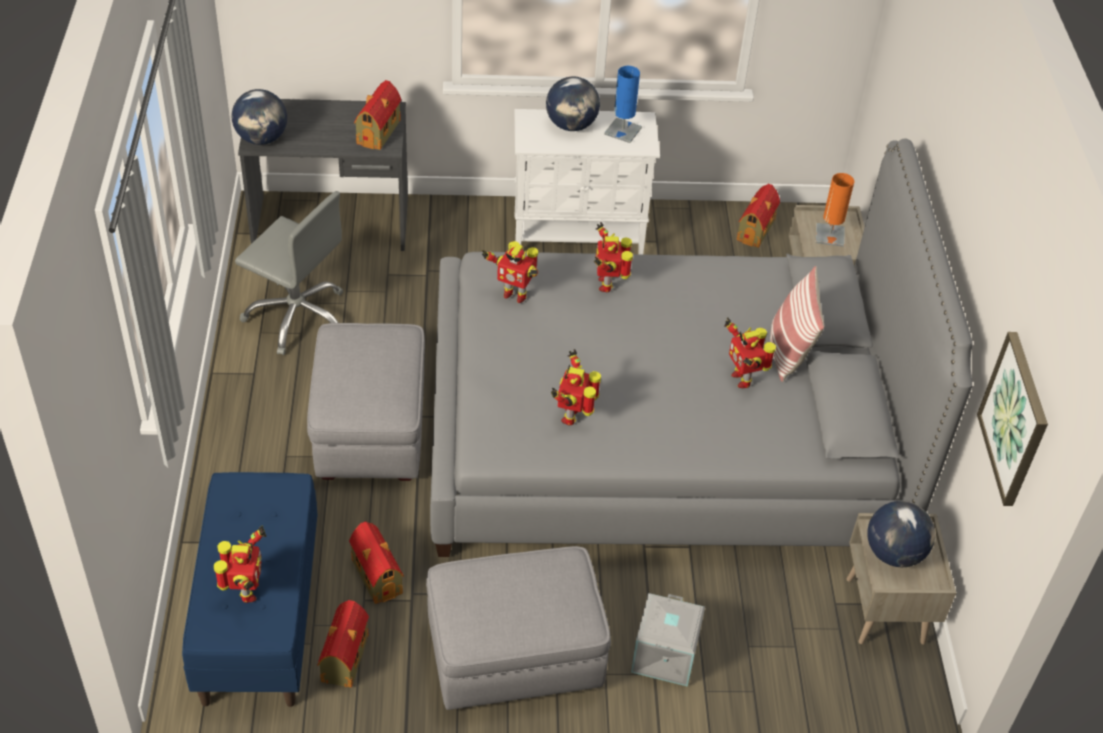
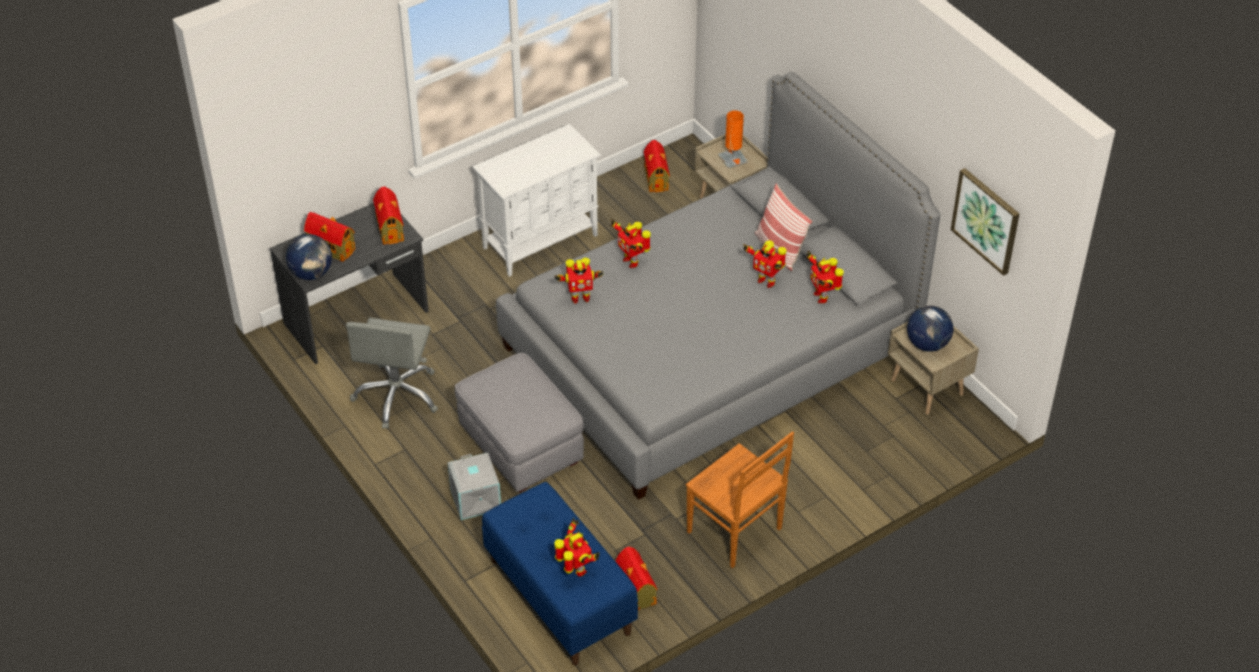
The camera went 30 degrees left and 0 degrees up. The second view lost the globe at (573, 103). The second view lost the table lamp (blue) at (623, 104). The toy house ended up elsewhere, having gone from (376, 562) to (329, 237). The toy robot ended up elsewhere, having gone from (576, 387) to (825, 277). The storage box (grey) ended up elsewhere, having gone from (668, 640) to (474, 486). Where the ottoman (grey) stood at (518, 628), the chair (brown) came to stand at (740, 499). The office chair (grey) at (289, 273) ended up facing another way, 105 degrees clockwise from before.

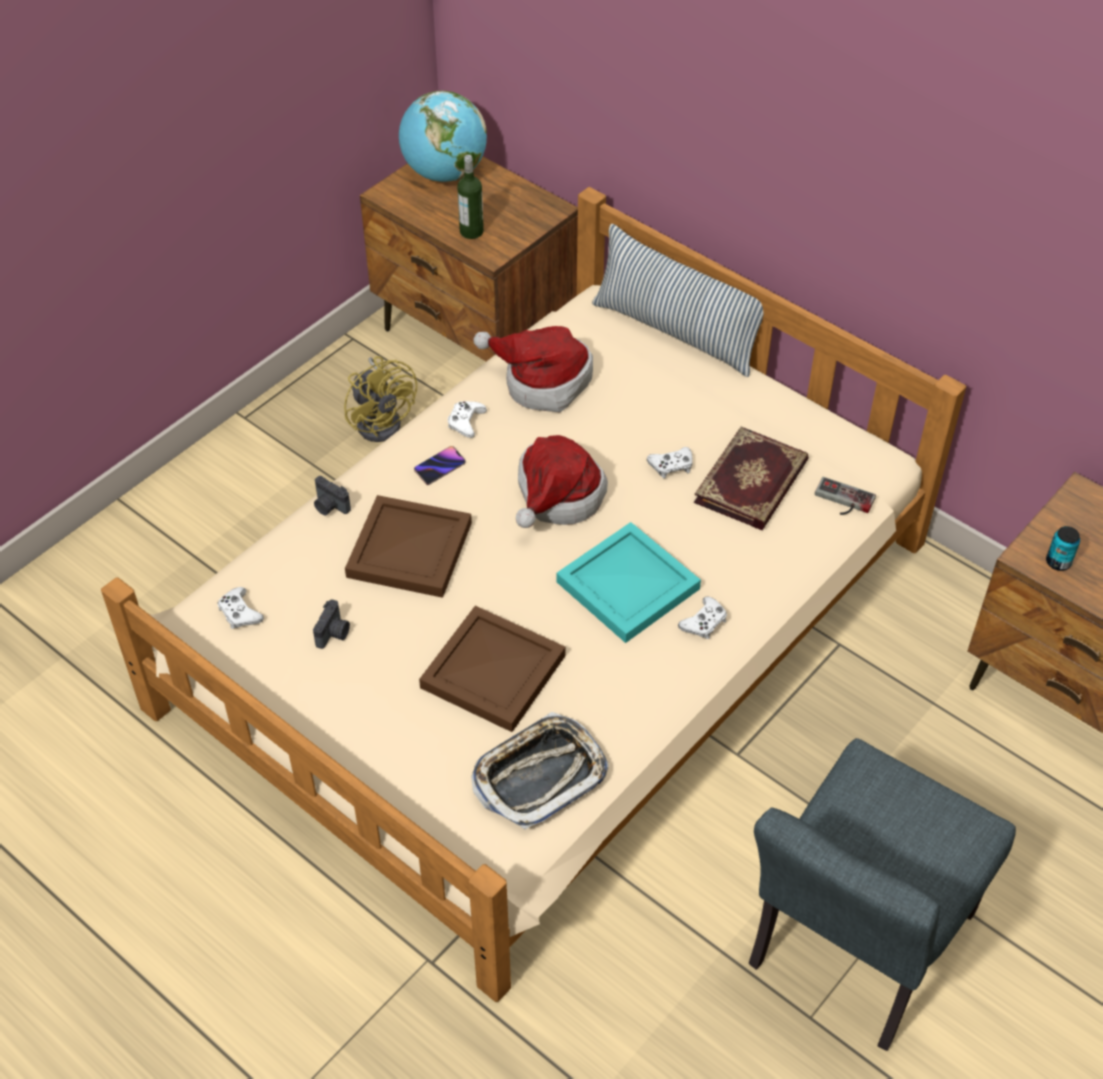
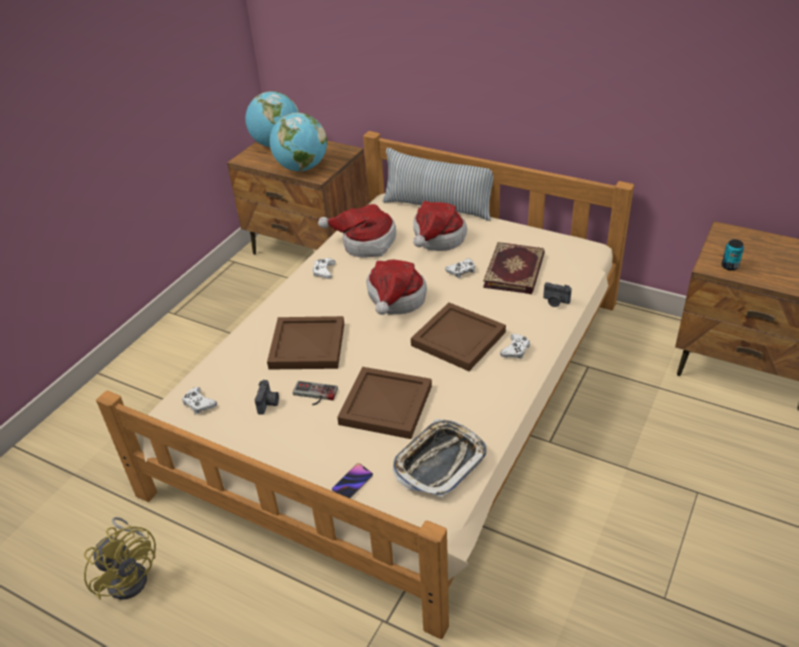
The camera went 10 degrees left and 10 degrees down. The second view lost the chair (grey) at (882, 894). The second view gained the hat at (440, 226). The photo camera ended up elsewhere, having gone from (332, 496) to (557, 294). The fan (yellow) ended up elsewhere, having gone from (380, 399) to (120, 558). The phone ended up elsewhere, having gone from (440, 465) to (352, 481). The game controller ended up elsewhere, having gone from (845, 496) to (315, 393). Where the bottle stood at (470, 197), the globe came to stand at (298, 142). What was the tray (turquoise) at (628, 582) turned into the tray (brown) at (458, 336).

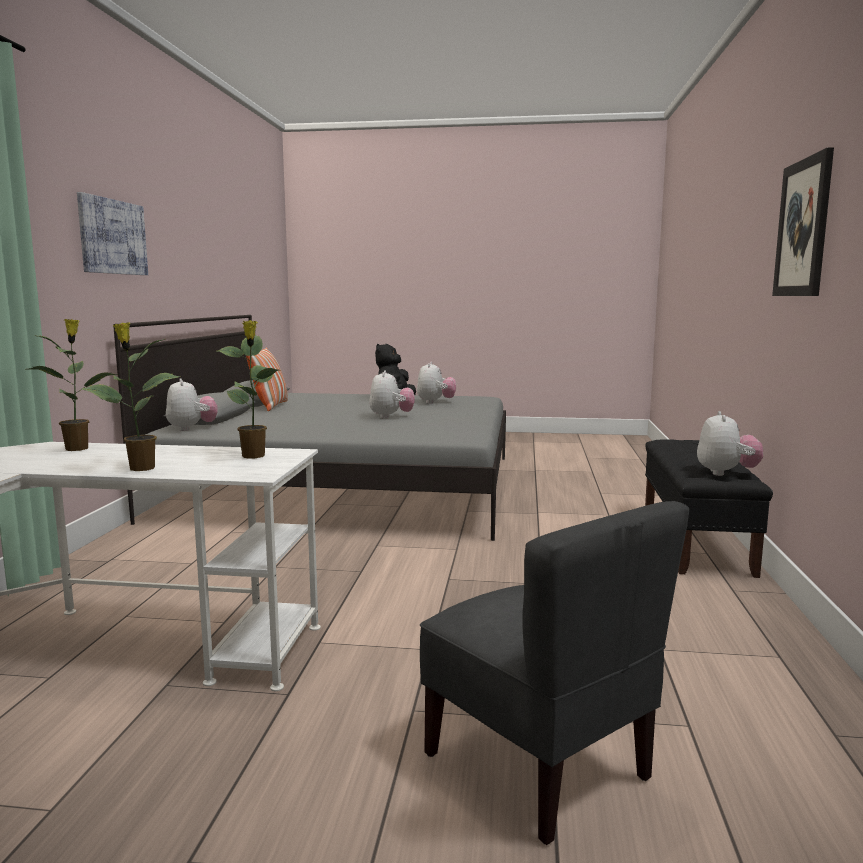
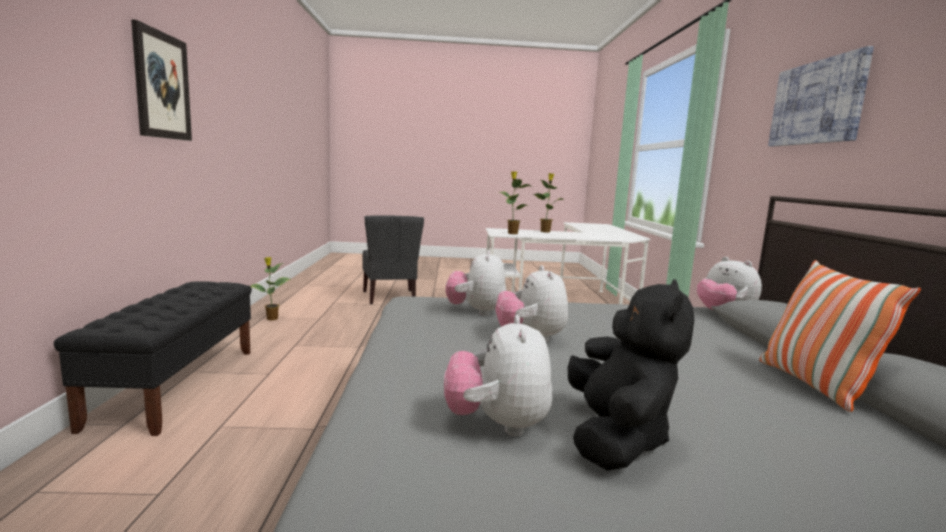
The camera went 170 degrees right and 0 degrees up. The potted plant ended up elsewhere, having gone from (72, 385) to (270, 288). The plush toy ended up elsewhere, having gone from (730, 443) to (476, 283). The chair (grey) at (554, 673) ended up facing another way, 150 degrees counterclockwise from before.

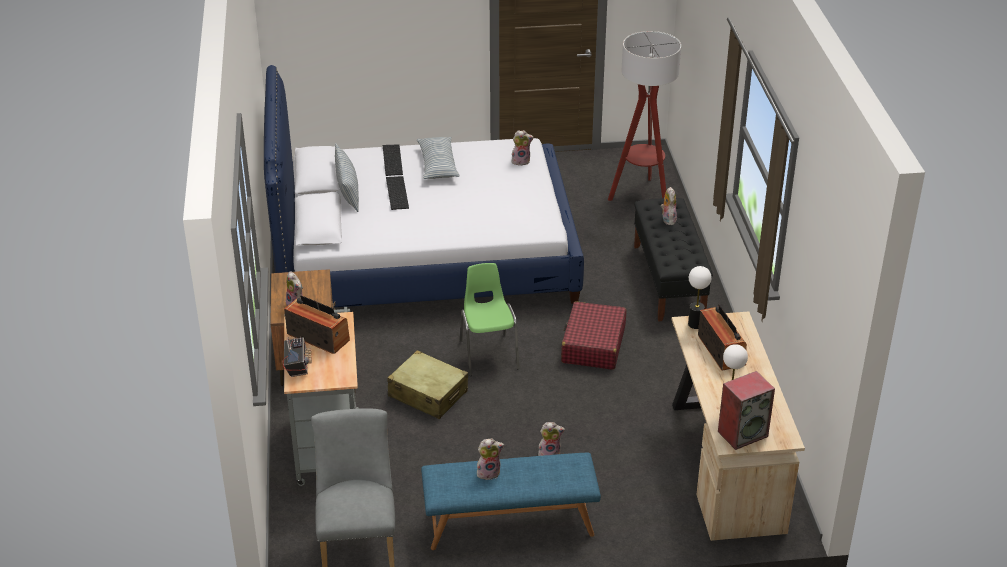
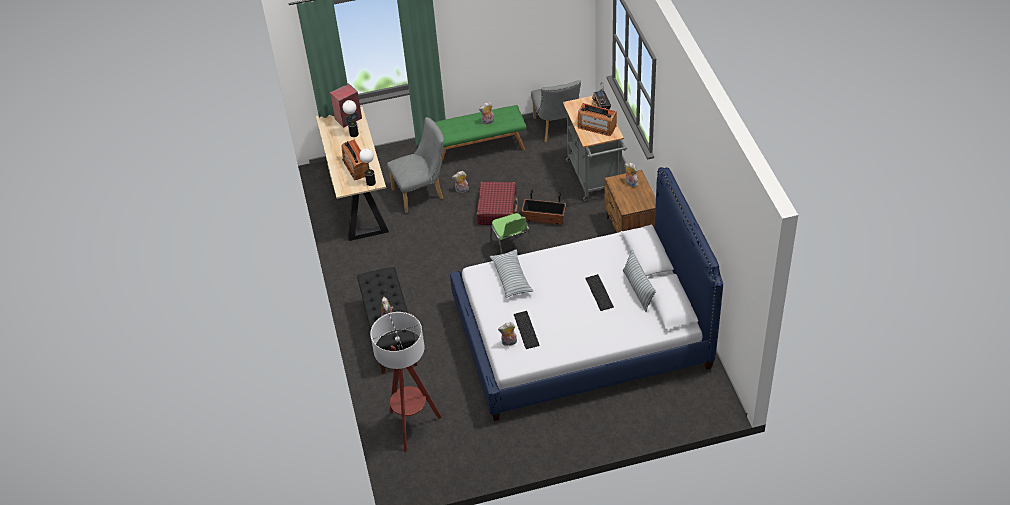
The camera went 175 degrees right and 10 degrees up. The second view gained the chair (grey) at (415, 165). The keyboard ended up elsewhere, having gone from (393, 160) to (527, 330). The pillow ended up elsewhere, having gone from (438, 158) to (511, 273). The suitcase (red) ended up elsewhere, having gone from (593, 335) to (497, 203). Where the suitcase (beige) stood at (427, 384), the planter came to stand at (543, 207). What was the bench (blue) at (511, 501) turned into the bench (green) at (481, 135).

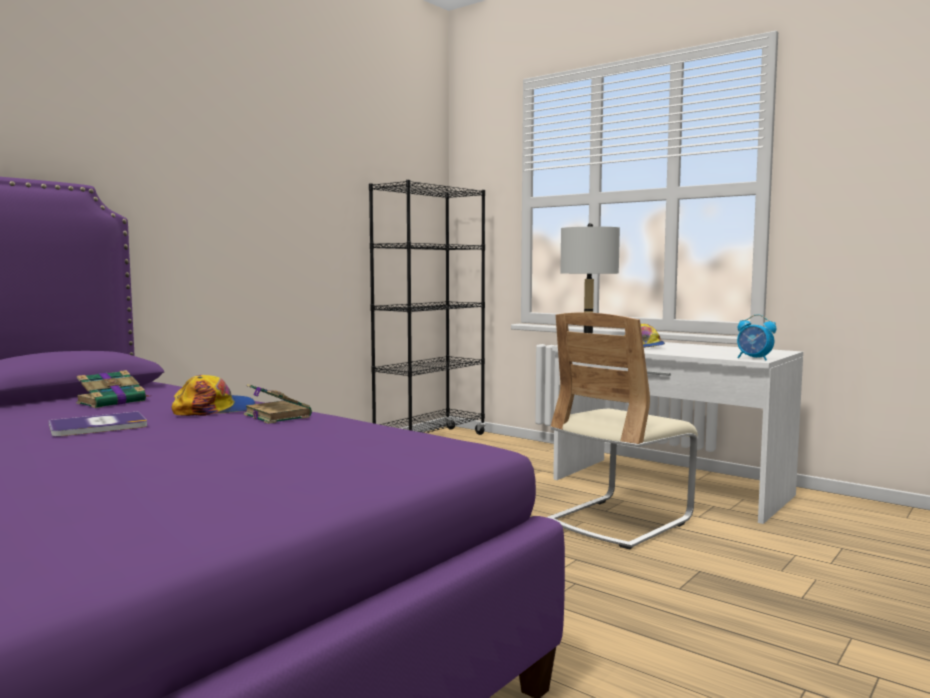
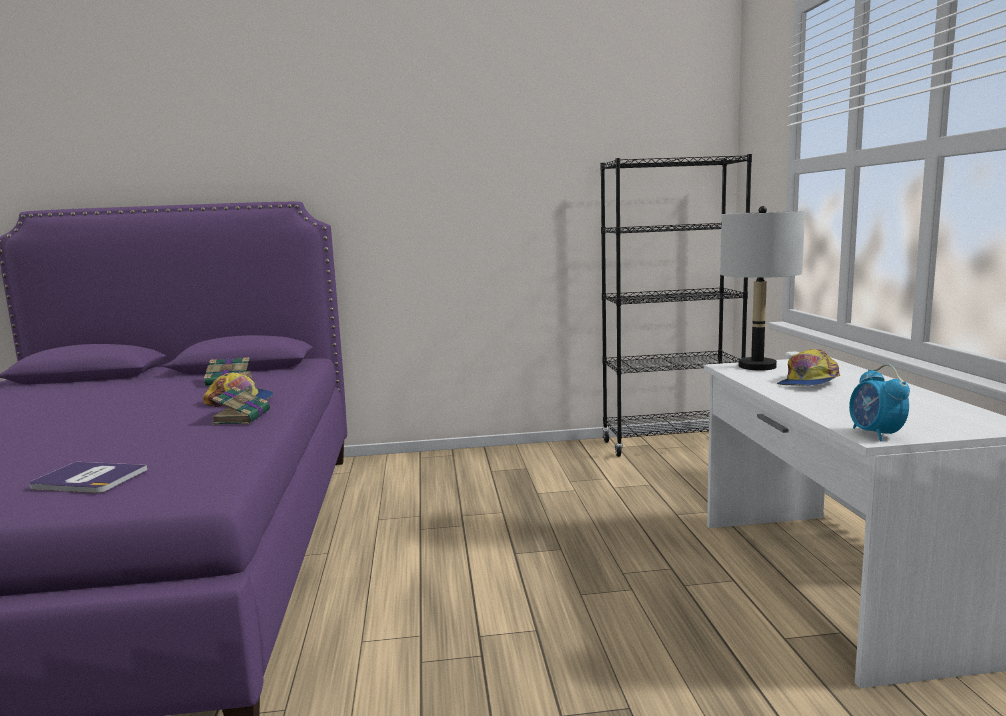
The camera went 45 degrees right and 5 degrees up. The second view lost the chair (beige) at (622, 430). The book ended up elsewhere, having gone from (98, 424) to (88, 477).

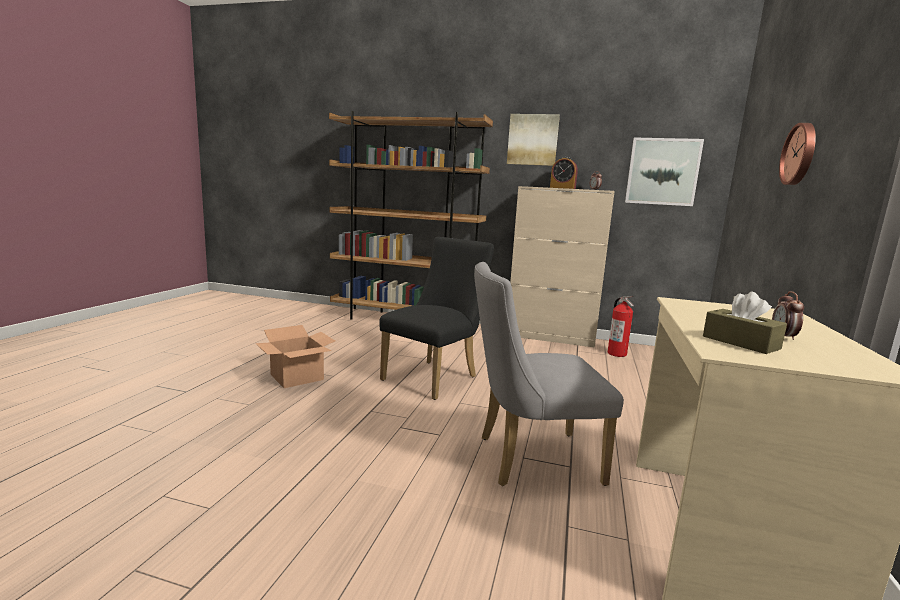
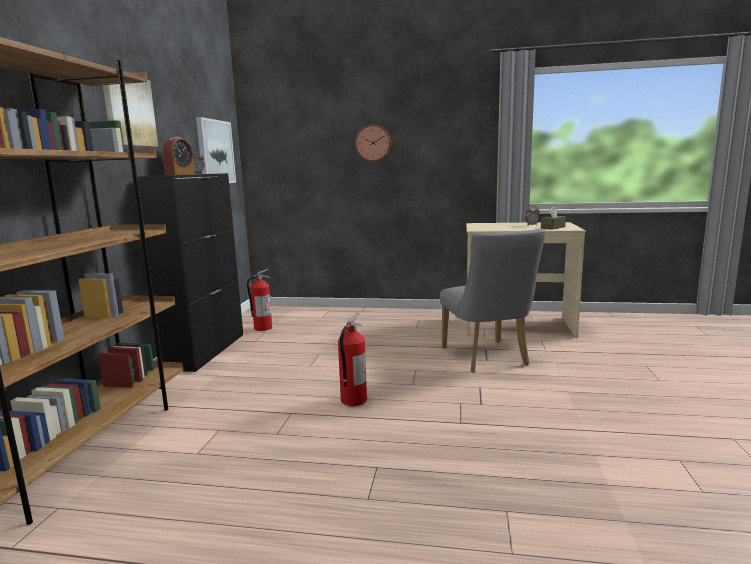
The camera went 95 degrees left and 0 degrees up. The second view lost the cardboard box at (295, 356). Where the chair (black) stood at (436, 318), the fire extinguisher came to stand at (352, 359). What was the cabinet (beige) at (562, 267) turned into the cabinet (black) at (190, 272).

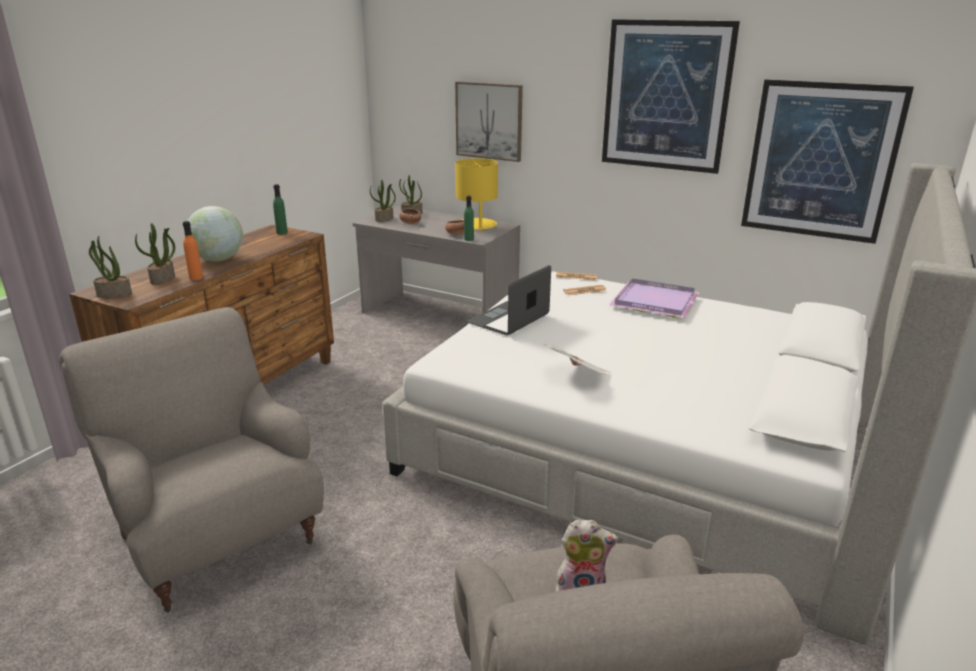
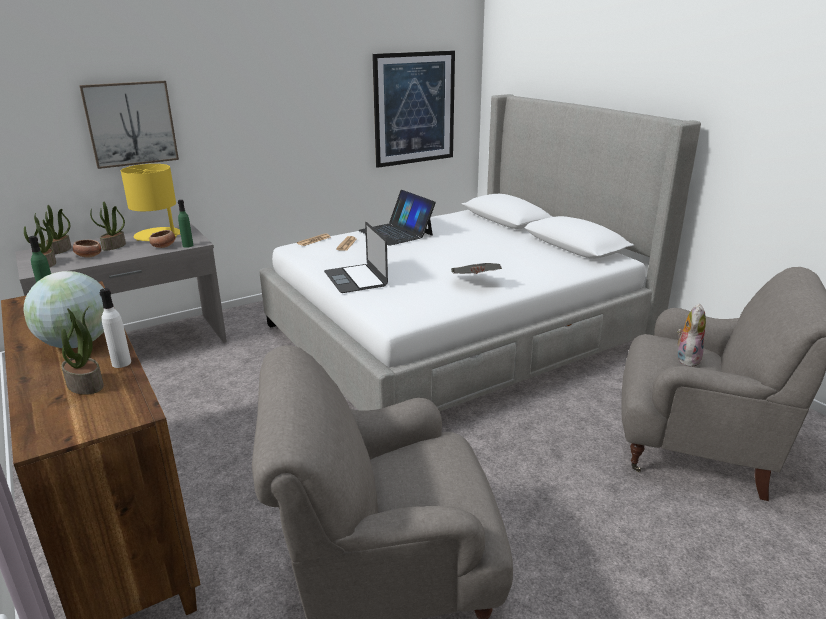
The camera went 60 degrees left and 0 degrees up. The second view lost the picture at (671, 96). The potted plant ended up elsewhere, having gone from (110, 267) to (108, 226). Where the tray (purple) stood at (654, 298), the laptop came to stand at (397, 218). What was the bottle (orange) at (193, 250) turned into the bottle (white) at (115, 328).

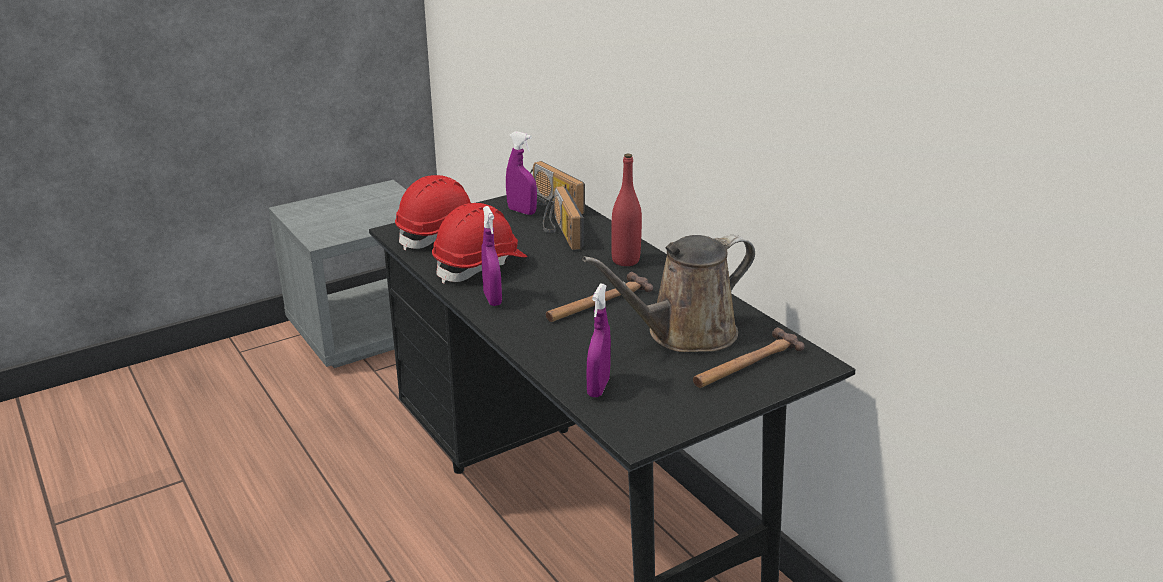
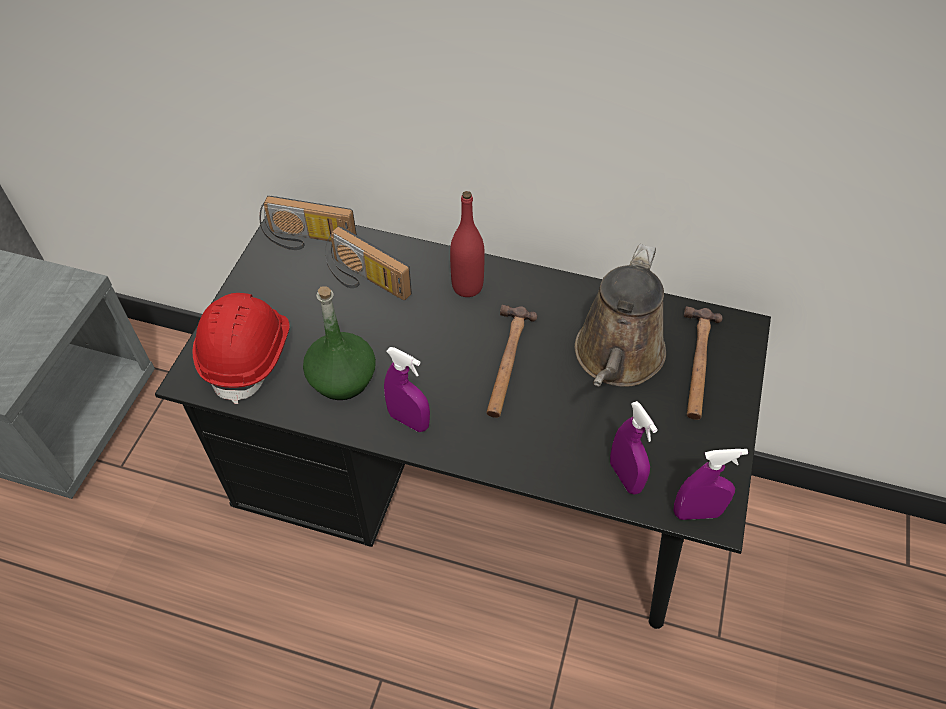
The camera went 40 degrees left and 25 degrees up. The spray bottle (purple) ended up elsewhere, having gone from (521, 173) to (711, 484). Where the hard hat (red) stood at (479, 243), the bottle (green) came to stand at (339, 343).

